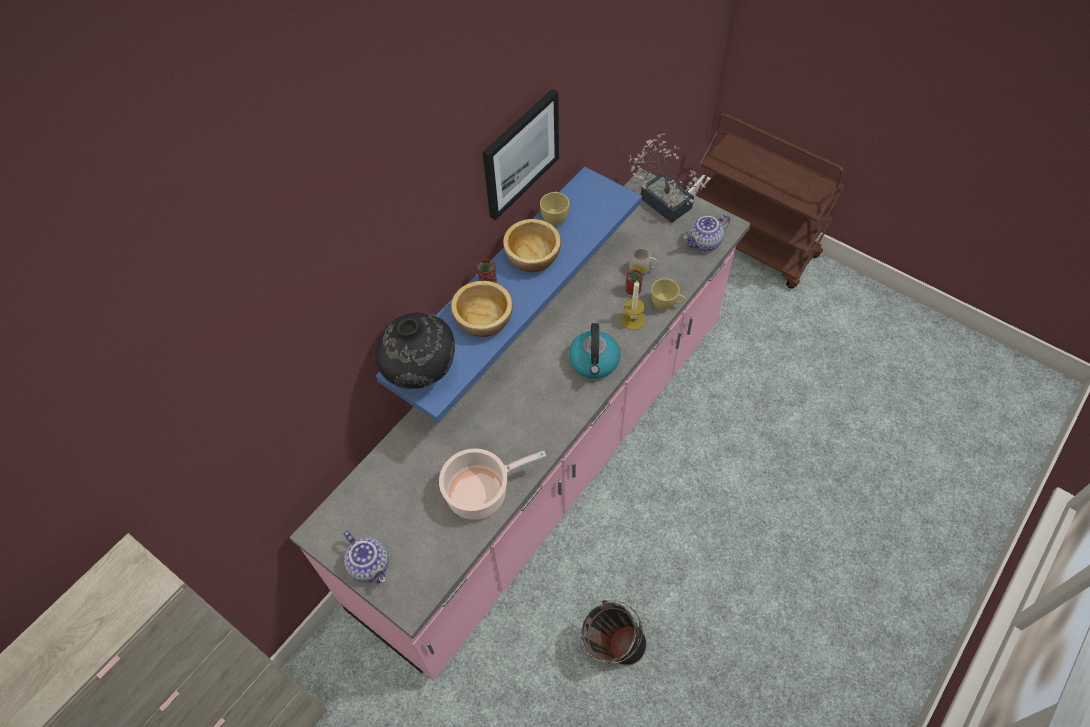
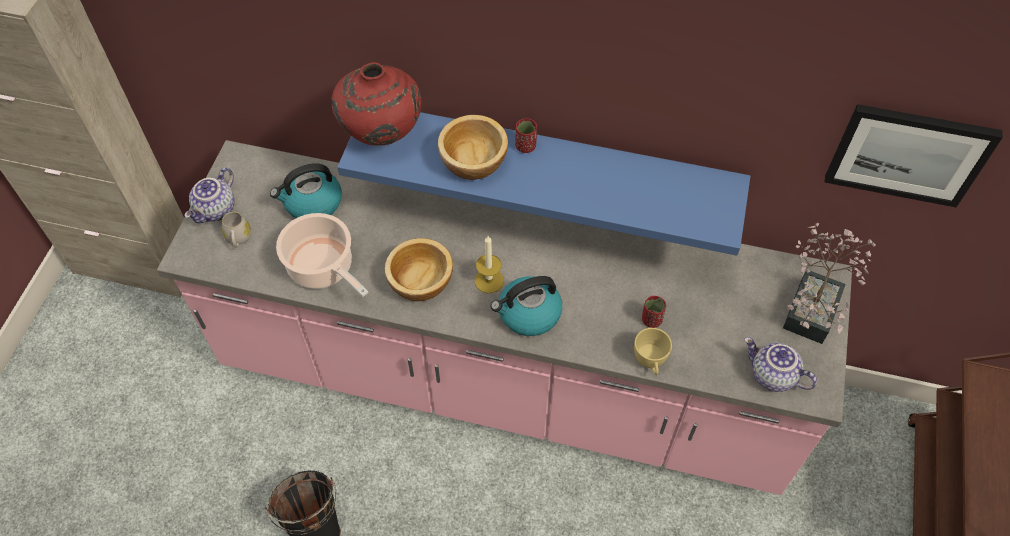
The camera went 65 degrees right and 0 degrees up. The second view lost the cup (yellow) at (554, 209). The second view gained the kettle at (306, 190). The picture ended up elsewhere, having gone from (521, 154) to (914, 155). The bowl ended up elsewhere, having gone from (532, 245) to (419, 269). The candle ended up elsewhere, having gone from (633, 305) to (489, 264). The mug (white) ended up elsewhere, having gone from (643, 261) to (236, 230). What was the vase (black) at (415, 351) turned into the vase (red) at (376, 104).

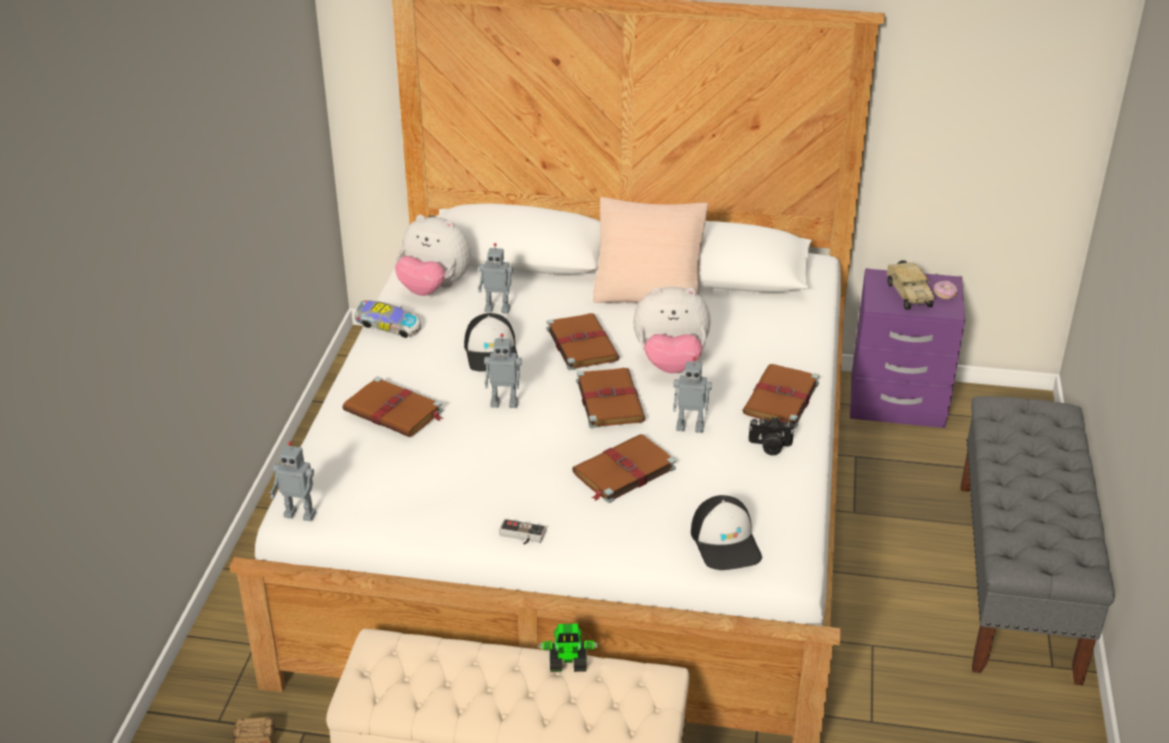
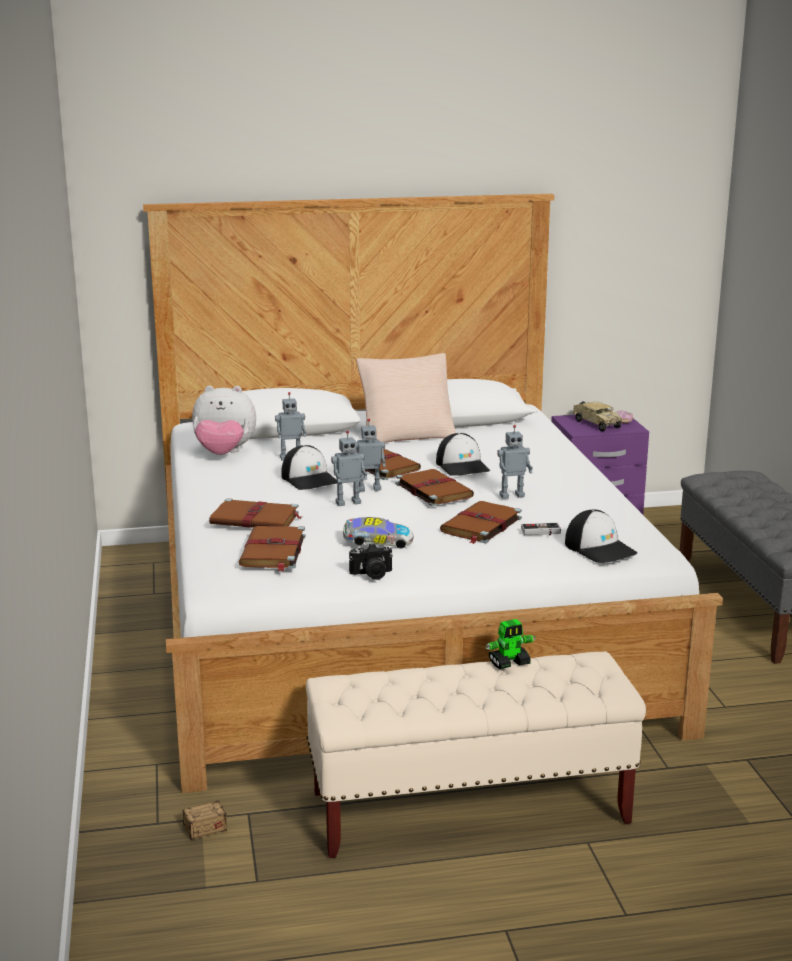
The camera went 20 degrees left and 15 degrees down. The toy robot ended up elsewhere, having gone from (293, 481) to (370, 455). The toy car ended up elsewhere, having gone from (388, 319) to (378, 533). The game controller ended up elsewhere, having gone from (522, 532) to (541, 529). The book (brown) ended up elsewhere, having gone from (781, 396) to (272, 549). The photo camera ended up elsewhere, having gone from (771, 436) to (371, 561). Where the plush toy stood at (672, 329), the cap came to stand at (463, 454).

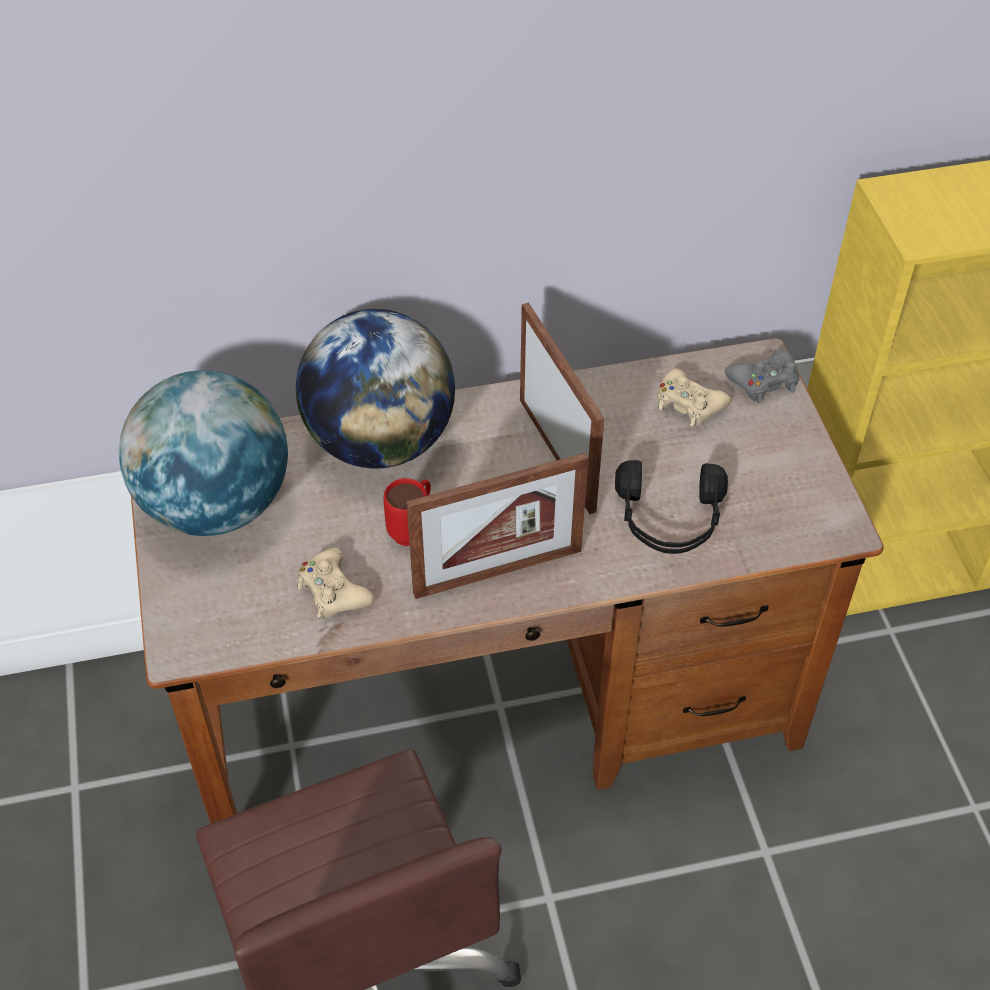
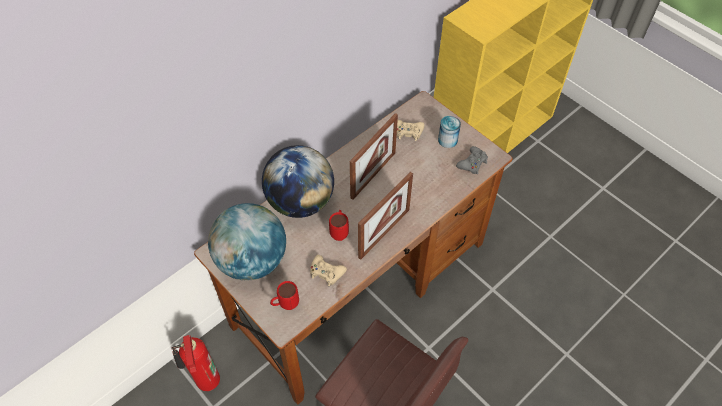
The camera went 30 degrees left and 5 degrees up. The second view lost the headphones (black) at (671, 507). The second view gained the fire extinguisher at (195, 363). The second view gained the mug (red) at (284, 295). The second view gained the can at (449, 132). The game controller (grey) ended up elsewhere, having gone from (762, 376) to (472, 160). The picture frame at (562, 408) ended up facing another way, 90 degrees clockwise from before.

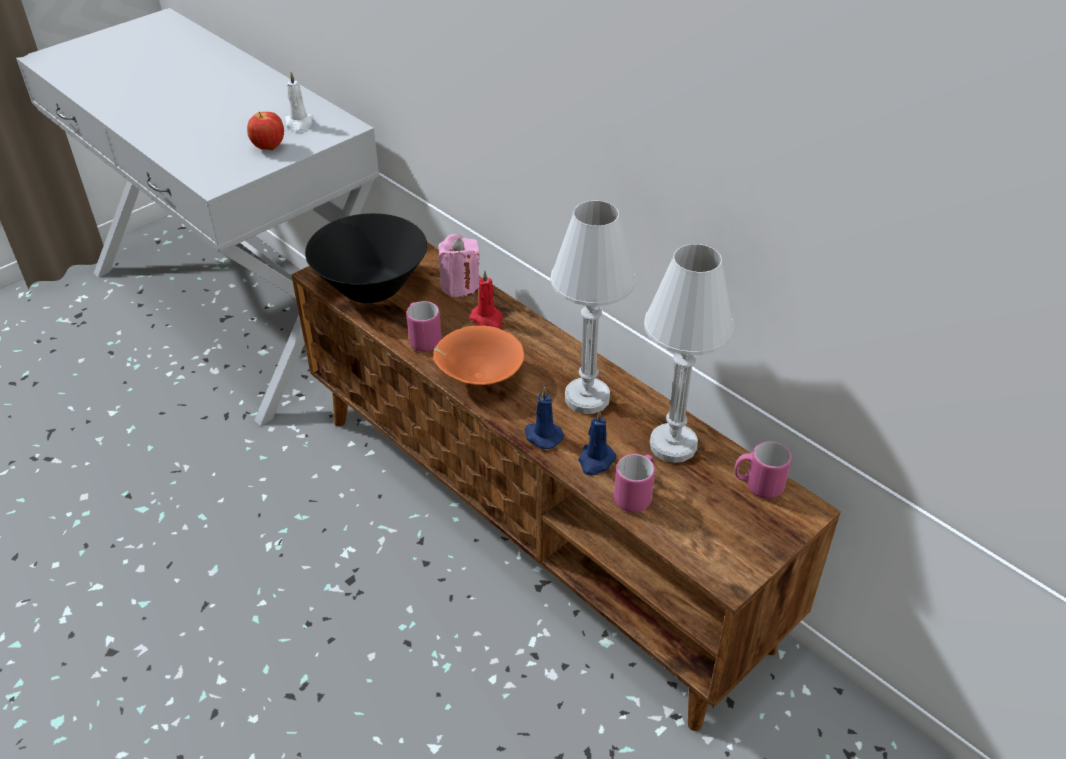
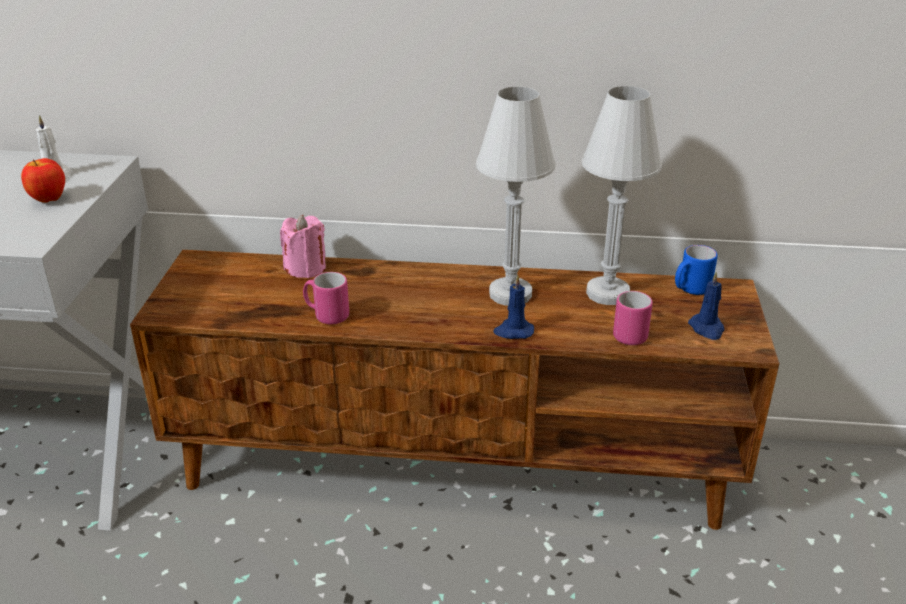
The camera went 40 degrees left and 10 degrees down. The second view lost the bowl (black) at (366, 258). The second view lost the bowl (orange) at (478, 355). The second view lost the candle (red) at (486, 299). The candle (blue) ended up elsewhere, having gone from (597, 443) to (706, 306). What was the mug (pink) at (763, 470) turned into the mug (blue) at (696, 270).

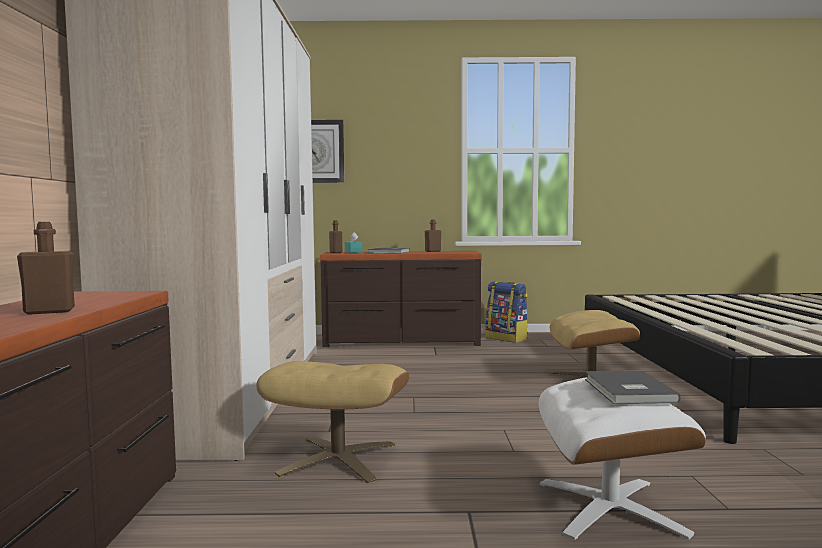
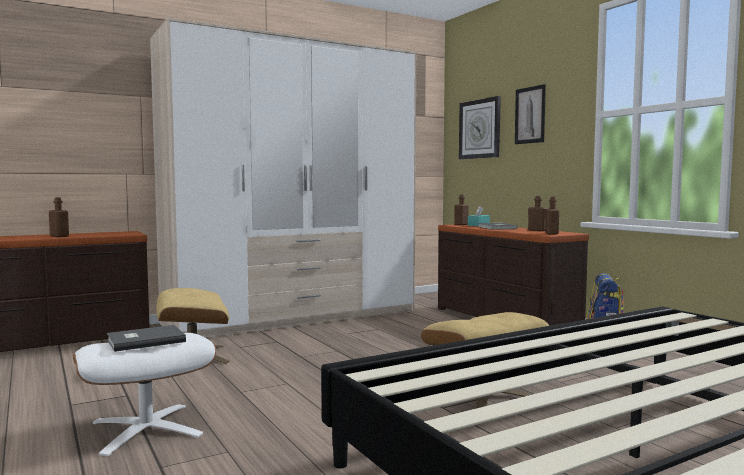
The camera went 60 degrees right and 0 degrees up. The second view gained the picture at (530, 114). The second view gained the bottle (brown) at (552, 216).

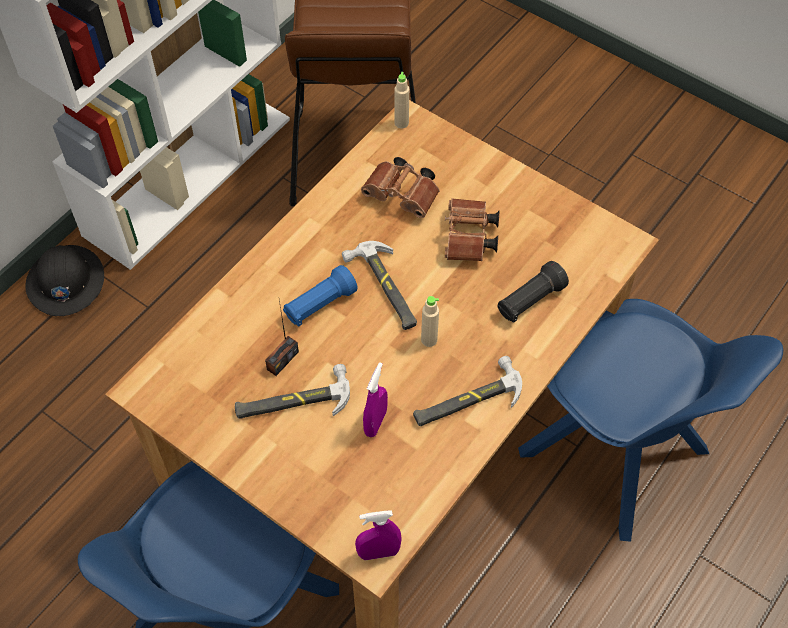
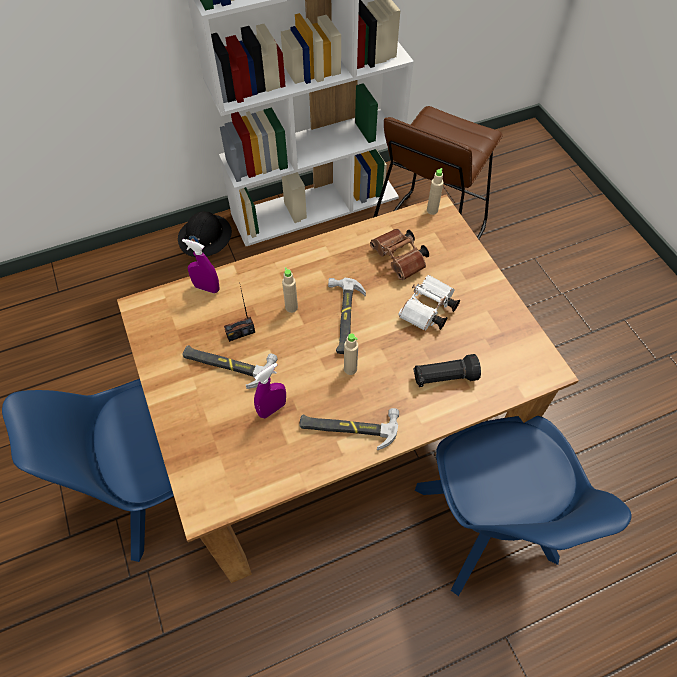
The camera went 30 degrees right and 0 degrees up. The spray bottle (purple) ended up elsewhere, having gone from (378, 535) to (201, 266). Where the flashlight (blue) stood at (320, 296), the bottle (beige) came to stand at (290, 290). What was the binoculars (brown) at (472, 229) turned into the binoculars (white) at (429, 303).

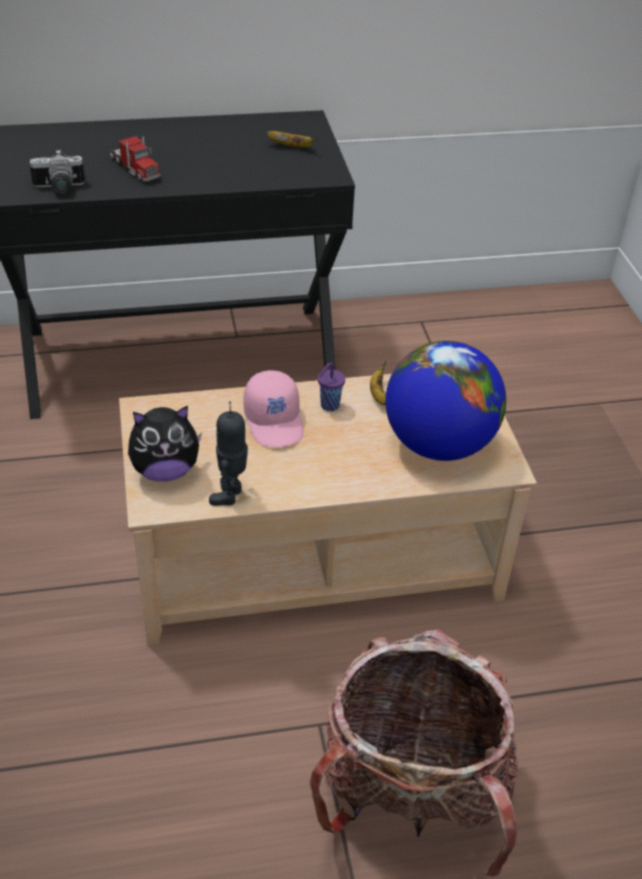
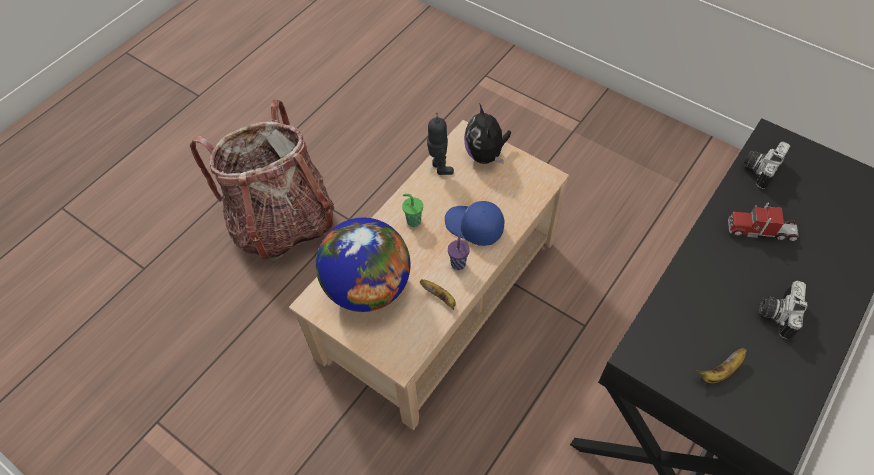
The camera went 140 degrees right and 15 degrees up. The second view gained the cup (green) at (412, 210). The second view gained the photo camera at (783, 310). What was the cap (pink) at (273, 408) turned into the cap (blue) at (474, 223). The plush toy at (165, 443) ended up facing another way, 45 degrees counterclockwise from before.

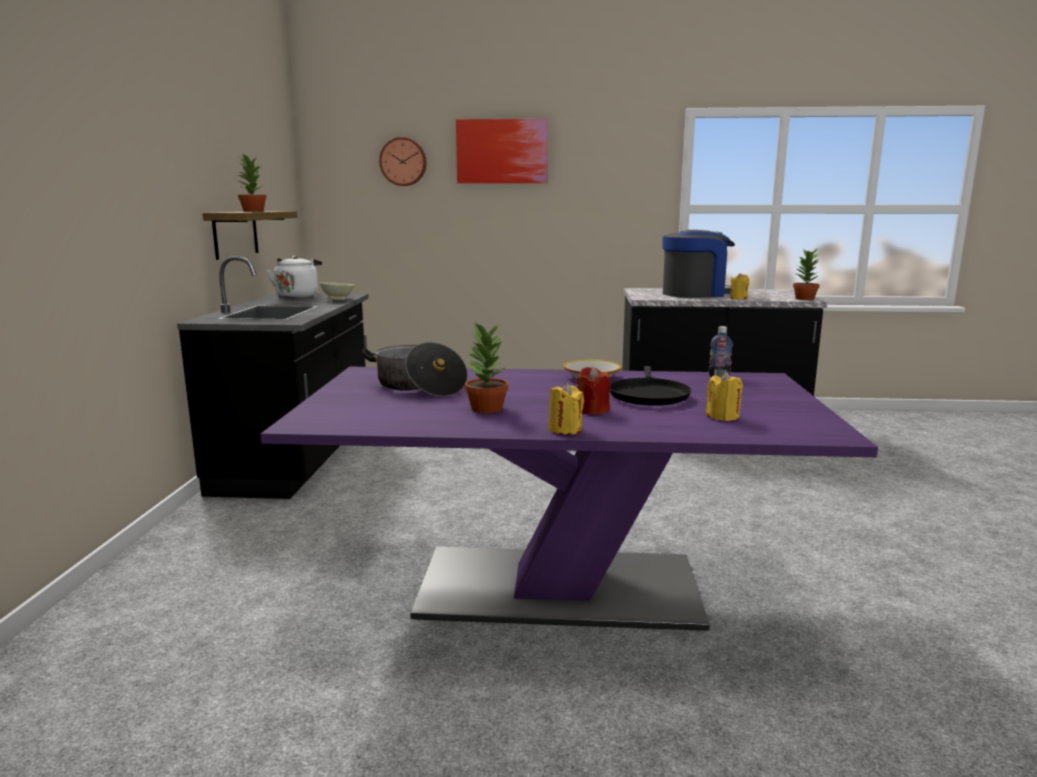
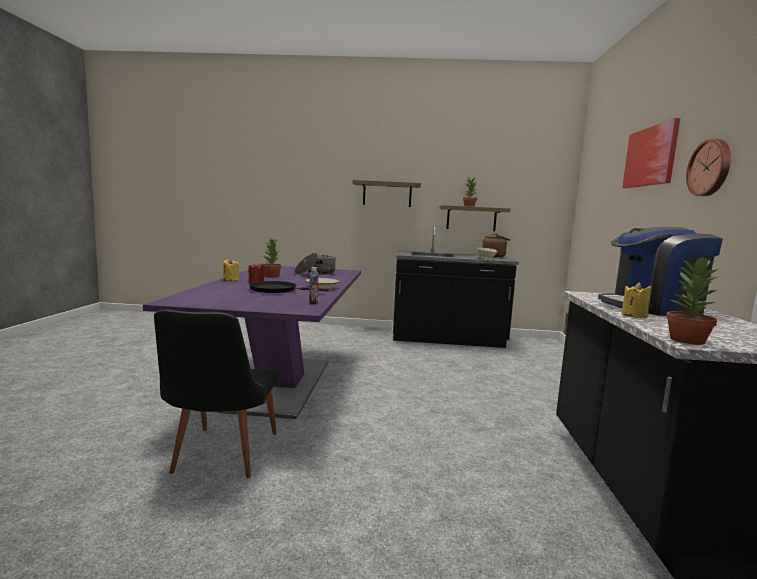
The camera went 90 degrees right and 5 degrees down. The second view lost the candle (yellow) at (724, 396). The second view gained the chair (black) at (216, 394). The second view gained the shelf at (387, 193). The wall clock ended up elsewhere, having gone from (403, 161) to (708, 167). What was the kettle (white) at (294, 277) turned into the kettle (brown) at (496, 245). The coffee machine at (698, 264) ended up facing another way, 105 degrees clockwise from before.

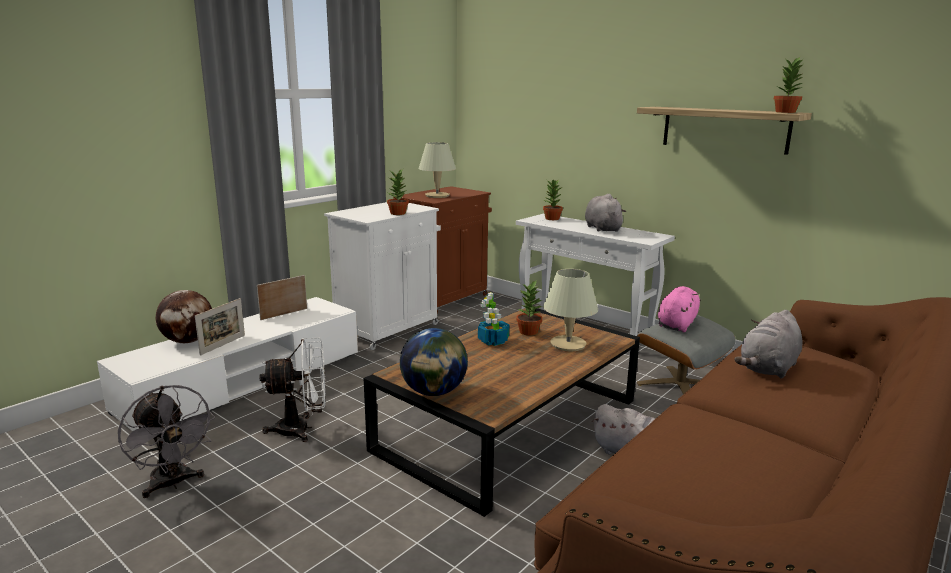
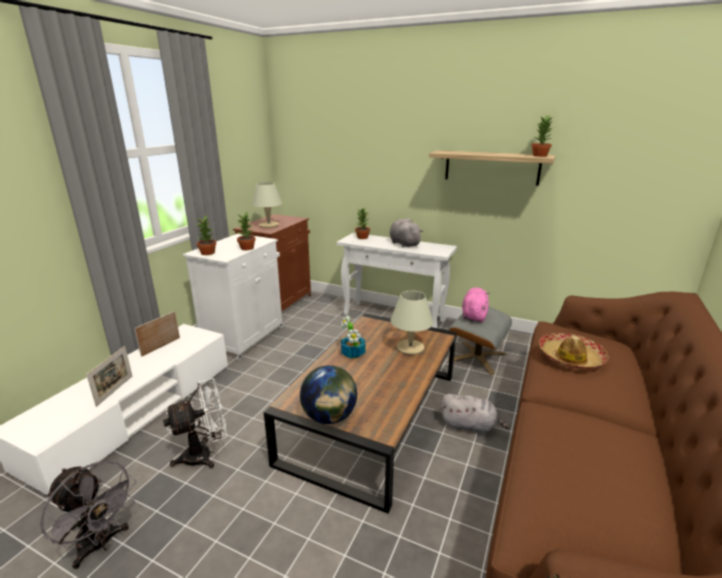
The camera went 15 degrees left and 5 degrees up. The second view lost the globe at (183, 316). The potted plant ended up elsewhere, having gone from (529, 308) to (206, 235). Where the plush toy (grey) stood at (768, 344), the hat came to stand at (574, 351).

